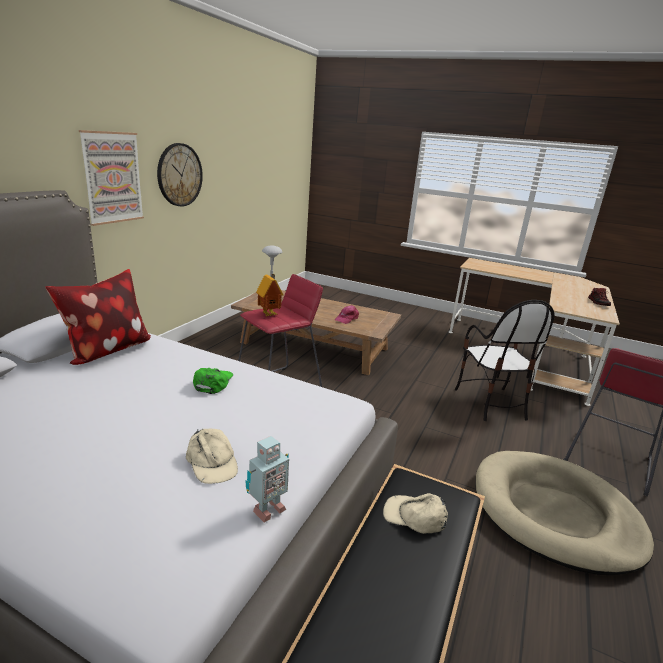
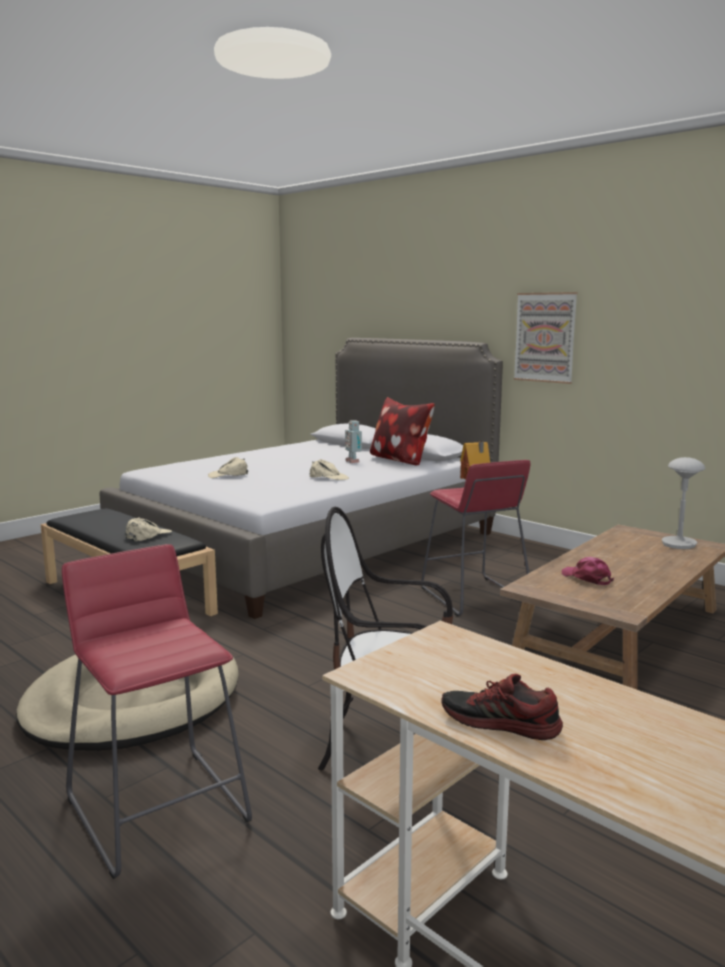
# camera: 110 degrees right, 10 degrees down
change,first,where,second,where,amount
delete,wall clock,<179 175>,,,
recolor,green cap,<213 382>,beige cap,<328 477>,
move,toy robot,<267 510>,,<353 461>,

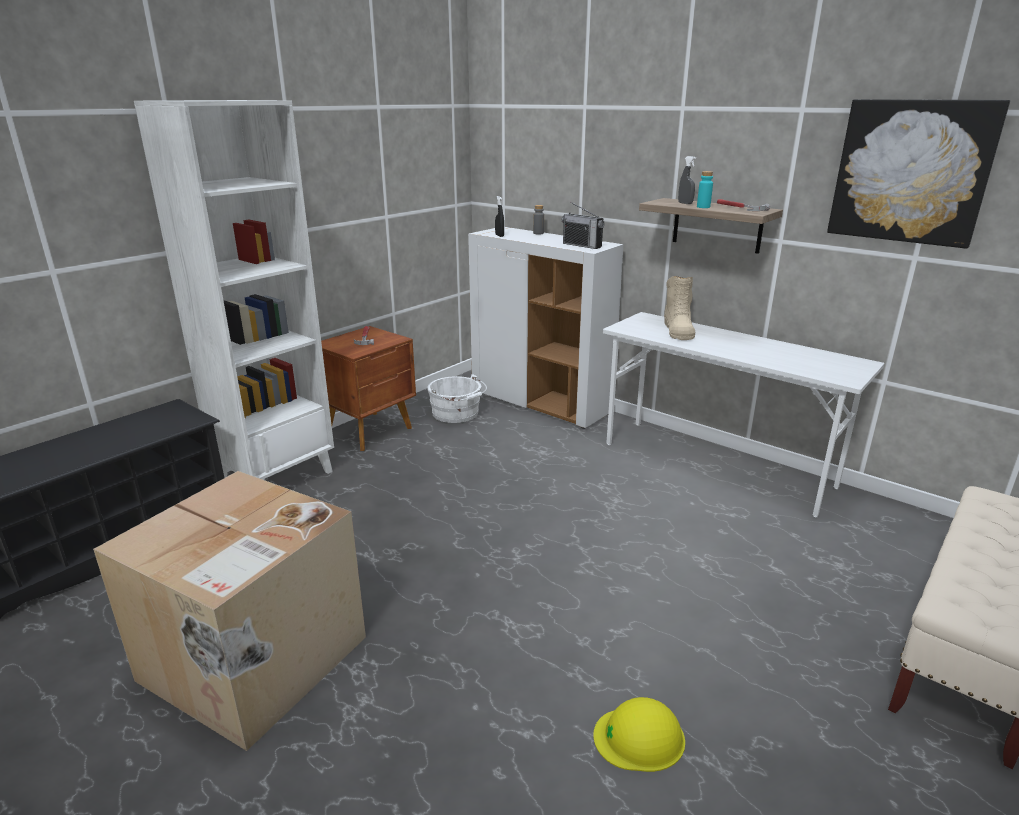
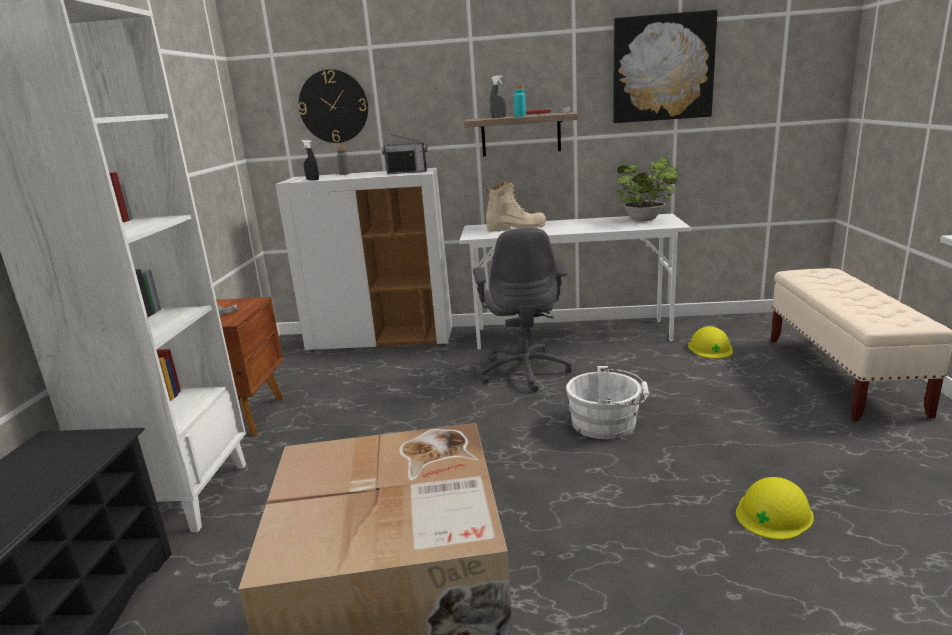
# camera: 35 degrees left, 5 degrees down
change,first,where,second,where,amount
rotate,beige boot,<678 330>,,<516 228>,60 degrees counterclockwise
move,white bucket,<457 414>,,<607 423>,
insert,,,wall clock,<333 106>,
insert,,,potted plant,<645 220>,
insert,,,grey office chair,<524 371>,
insert,,,yellow hard hat,<710 348>,

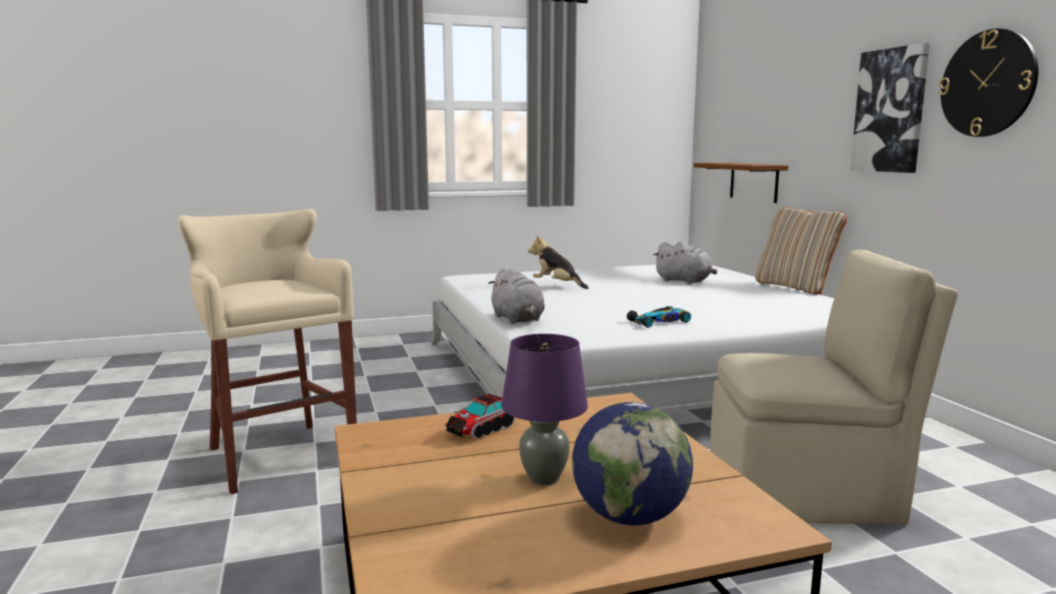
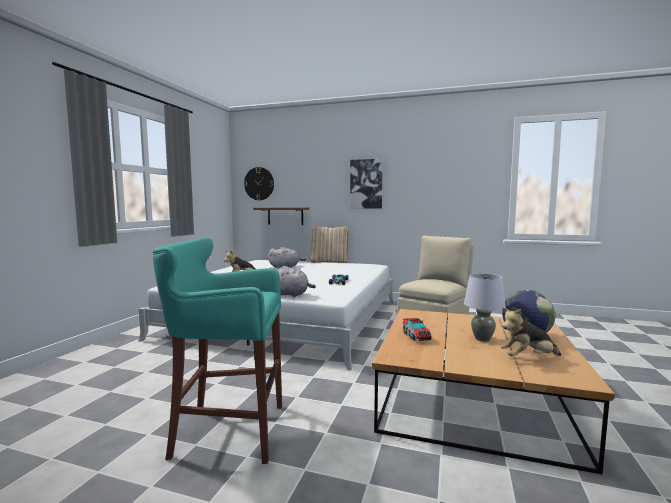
# camera: 55 degrees left, 5 degrees down
change,first,where,second,where,amount
move,wall clock,<988 83>,,<259 183>,
recolor,beige stool,<278 454>,turquoise stool,<226 431>,
recolor,purple table lamp,<543 478>,grey table lamp,<482 339>,
insert,,,plush toy,<528 358>,

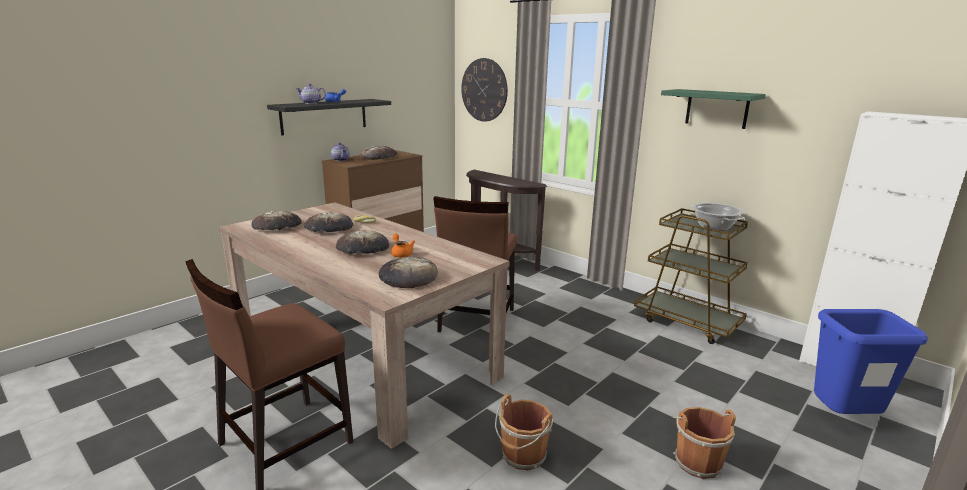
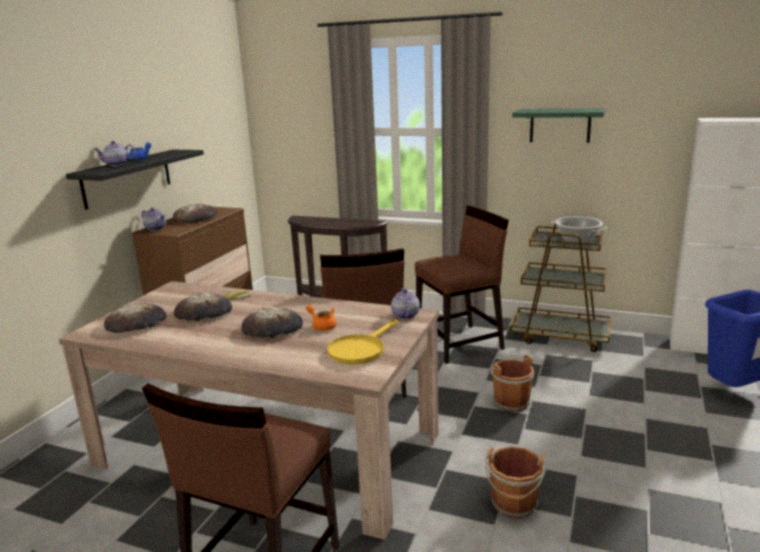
# camera: 20 degrees left, 0 degrees up
change,first,where,second,where,amount
delete,wall clock,<484 90>,,,
replace,bread,<408 277>,yellow frying pan,<360 349>,
move,brown bucket,<696 461>,,<510 401>,
insert,,,brown chair,<460 343>,
insert,,,teapot,<405 315>,

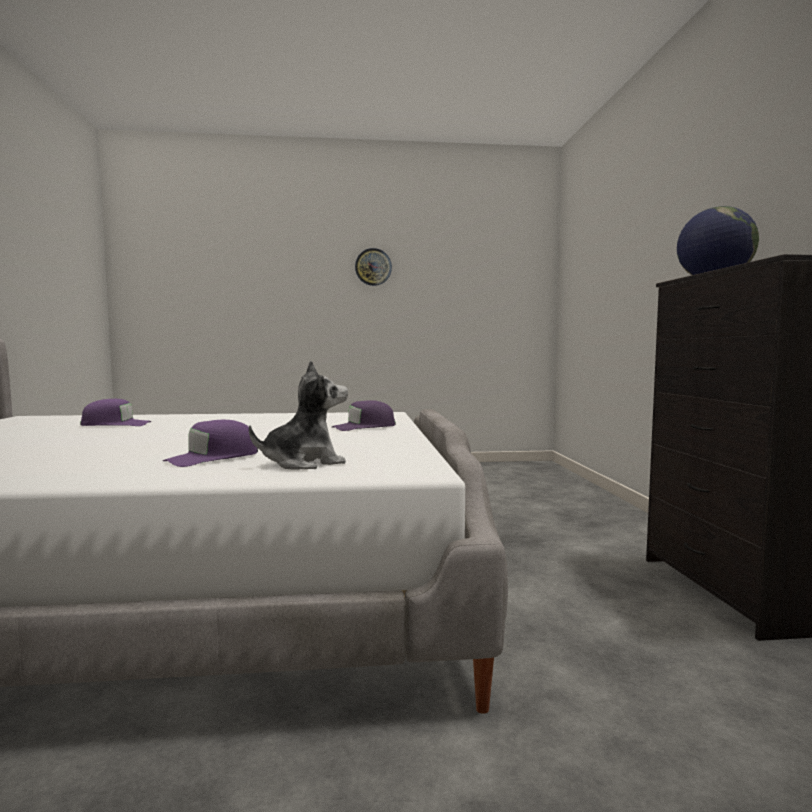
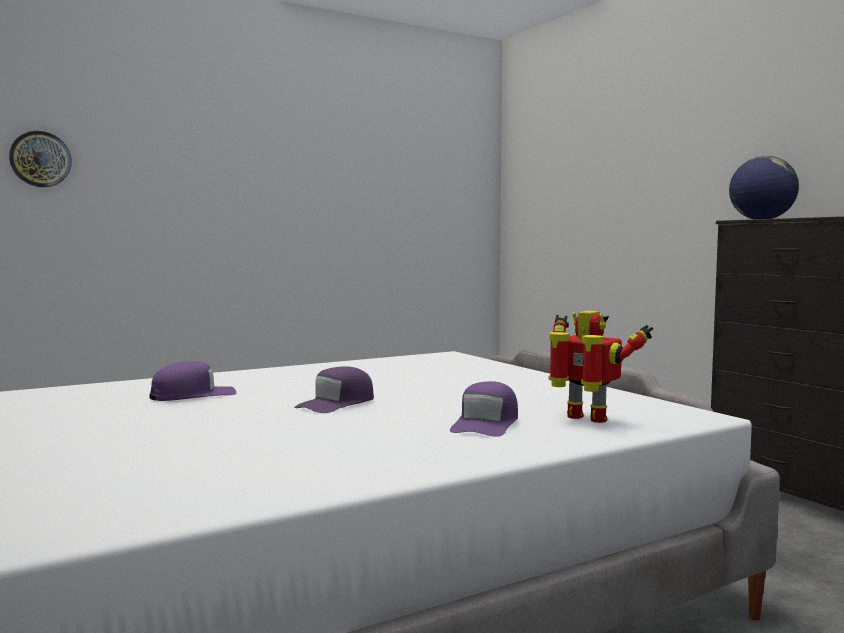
# camera: 25 degrees left, 0 degrees up
change,first,where,second,where,amount
move,wall clock,<373 267>,,<40 159>,
replace,plush toy,<304 463>,toy robot,<587 419>,
move,purple cap,<364 427>,,<337 403>,

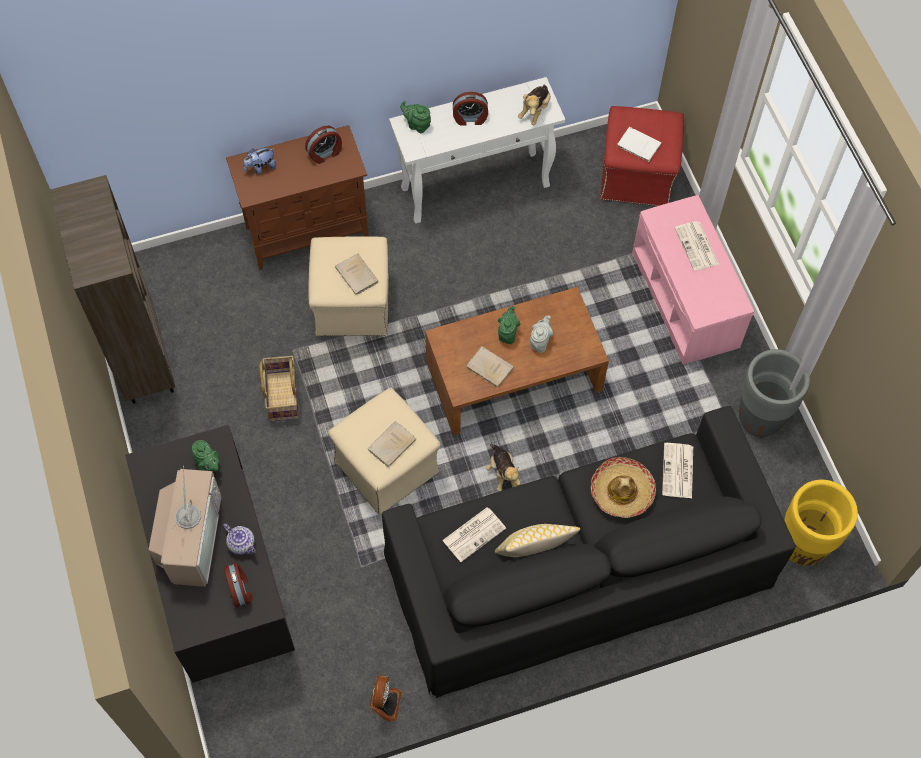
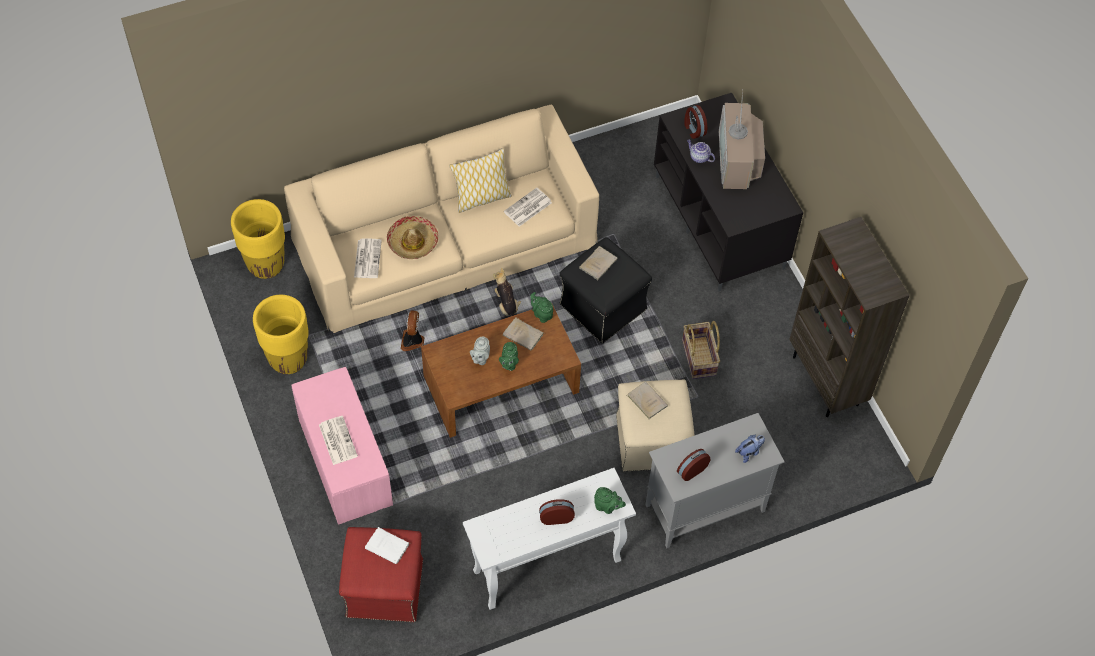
# camera: 175 degrees right, 5 degrees down
change,first,where,second,where,amount
delete,plush toy,<535 110>,,,
recolor,brown cabinet,<308 232>,grey cabinet,<704 508>,
recolor,grey planter,<760 419>,yellow planter,<288 359>,
recolor,beige ottoman,<387 467>,black ottoman,<602 306>,
recolor,black sofa,<578 568>,beige sofa,<444 241>,
move,green teapot,<208 464>,,<542 314>,
move,fan,<384 703>,,<413 341>,

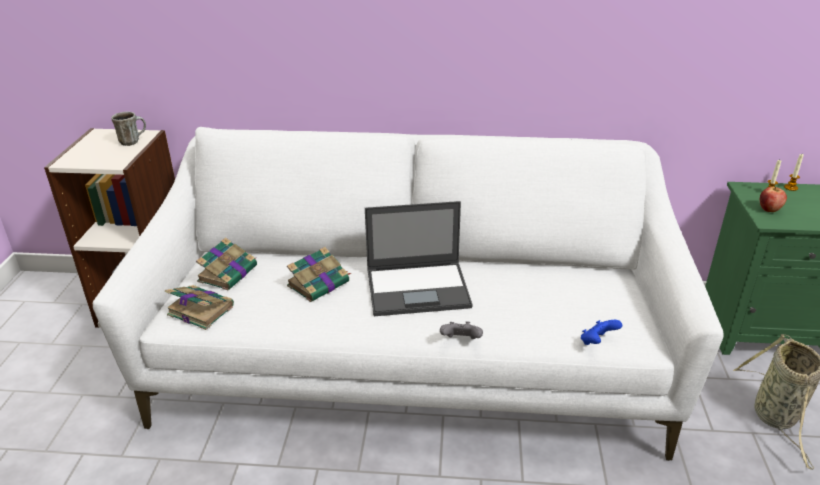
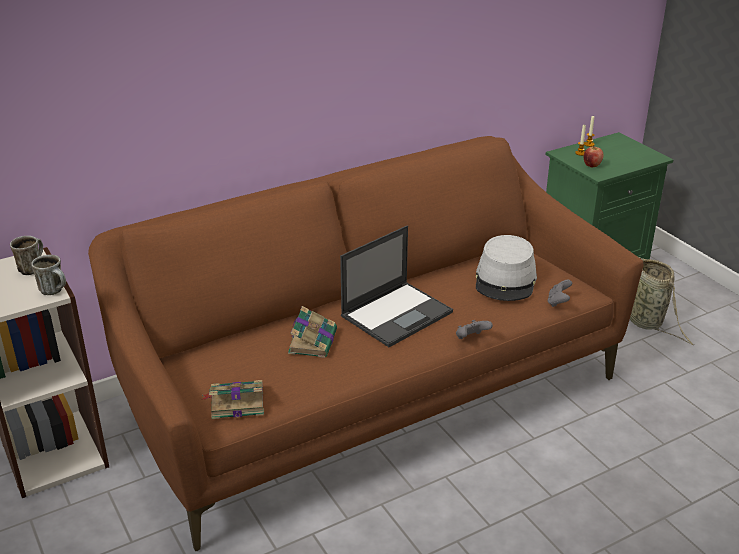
# camera: 35 degrees left, 0 degrees up
change,first,where,second,where,amount
recolor,white sofa,<411 361>,brown sofa,<370 393>,
delete,book,<228 273>,,,
recolor,blue game controller,<597 342>,grey game controller,<558 302>,
insert,,,grey hat,<506 280>,
insert,,,mug,<55 291>,

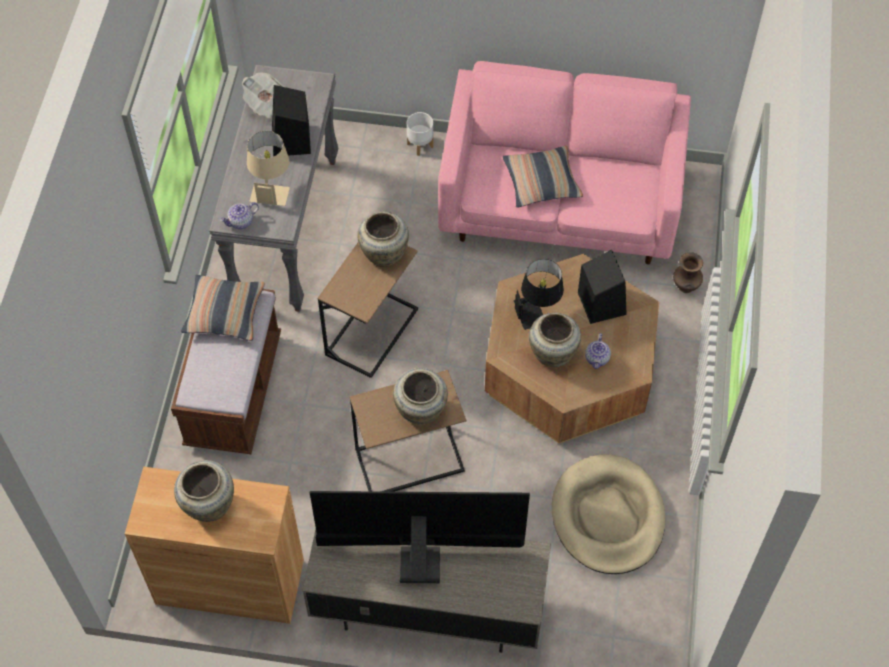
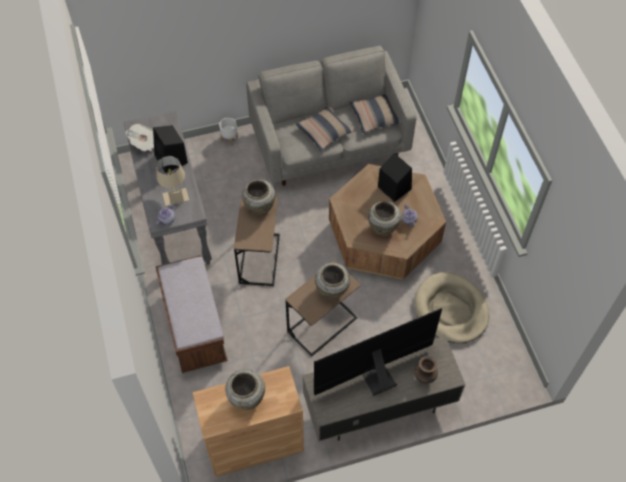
# camera: 25 degrees left, 0 degrees up
change,first,where,second,where,amount
recolor,pink sofa,<560 207>,grey sofa,<330 144>,
move,brown vase,<685 287>,,<424 378>,
delete,black table lamp,<537 310>,,,
move,pillow,<225 313>,,<375 116>,

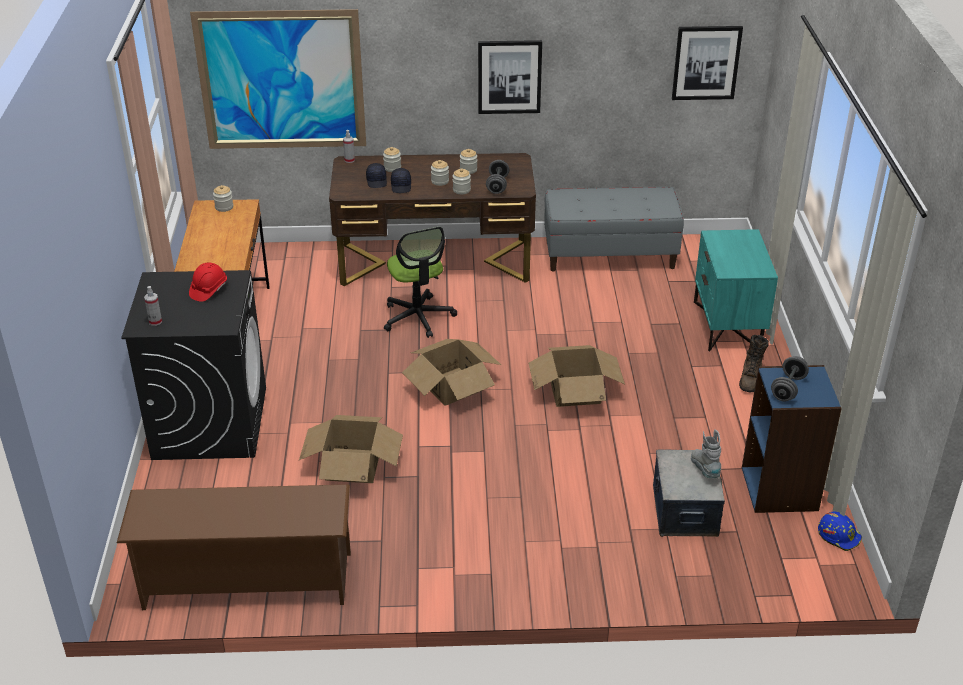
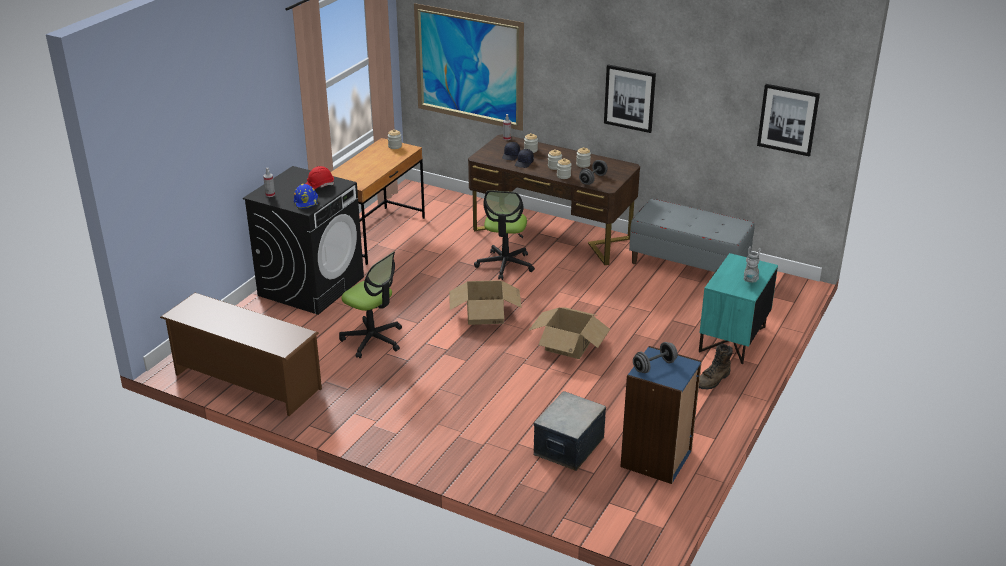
# camera: 30 degrees right, 5 degrees down
change,first,where,second,where,amount
replace,cardboard box,<352 465>,office chair,<373 340>,
move,grey boot,<705 469>,,<750 279>,
move,blue hard hat,<839 535>,,<306 202>,

